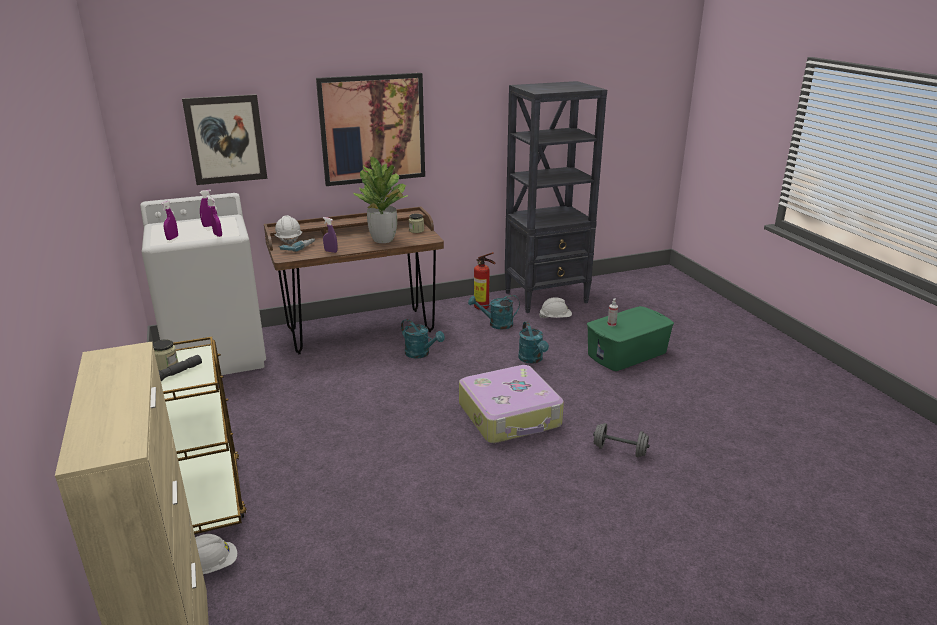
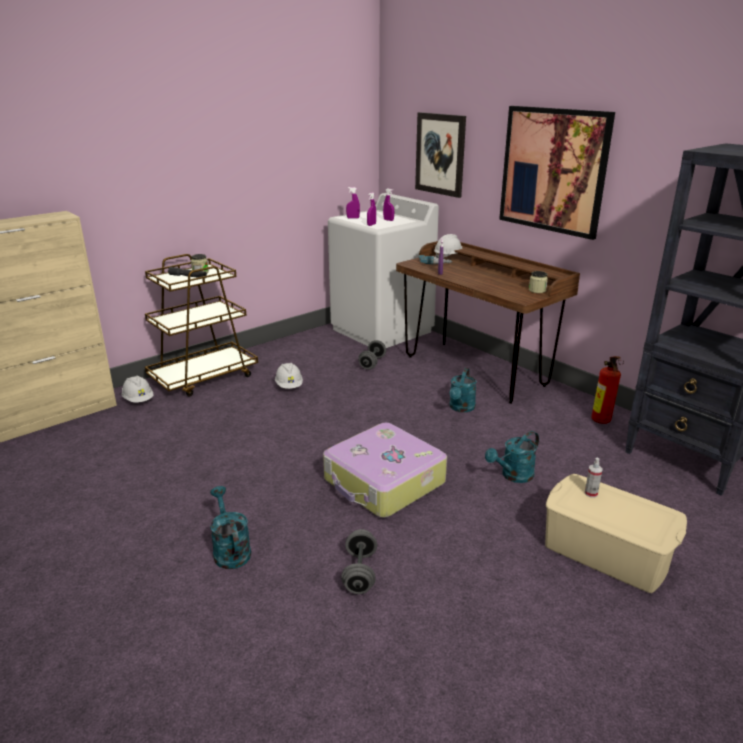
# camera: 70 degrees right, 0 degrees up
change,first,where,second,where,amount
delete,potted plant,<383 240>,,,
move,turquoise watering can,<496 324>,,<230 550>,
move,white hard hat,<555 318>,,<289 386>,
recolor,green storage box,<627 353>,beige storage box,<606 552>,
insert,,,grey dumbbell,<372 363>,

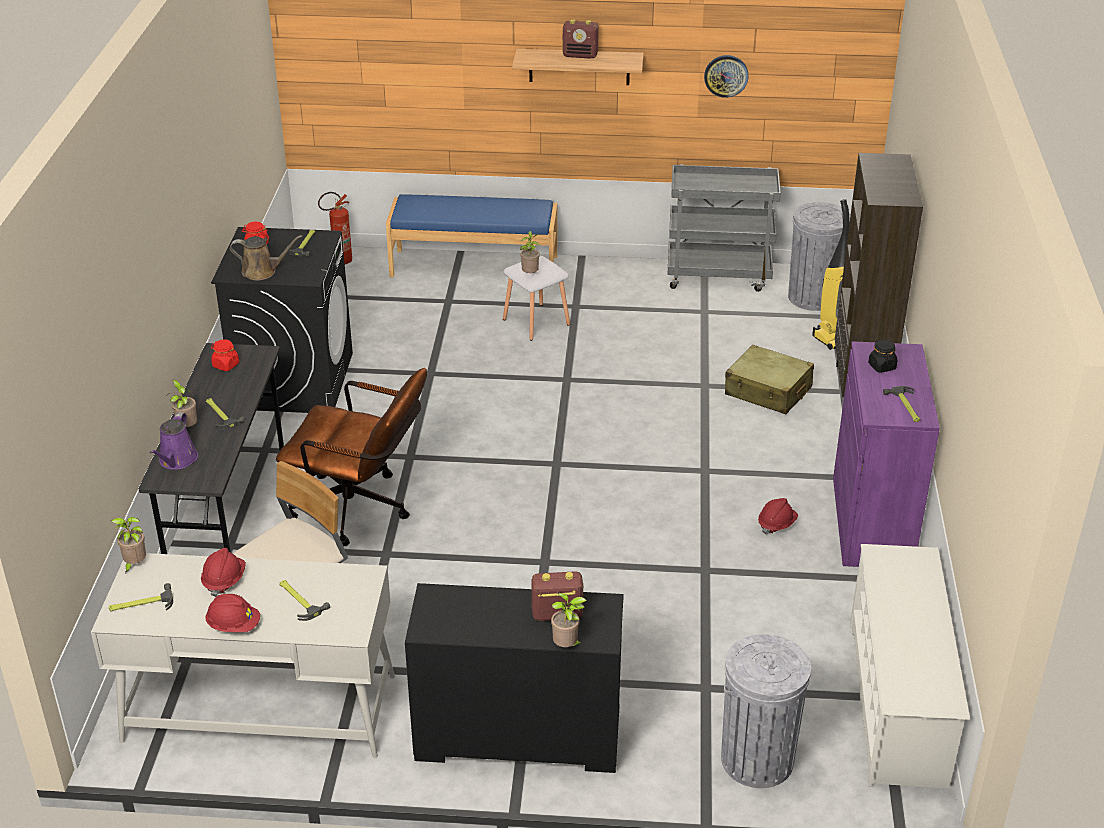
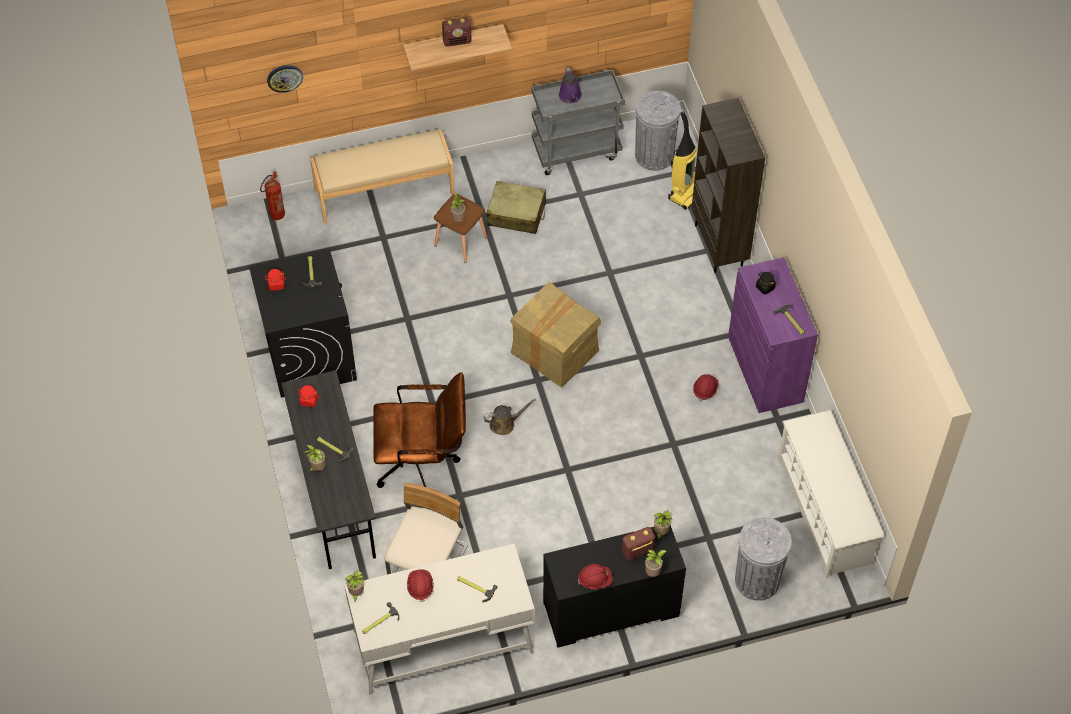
# camera: 20 degrees left, 20 degrees up
change,first,where,second,where,amount
move,wall clock,<726 75>,,<284 78>,
recolor,blue bench,<474 265>,beige bench,<384 191>,
move,brown watering can,<262 272>,,<505 424>,
recolor,white stool,<537 322>,brown stool,<461 241>,
move,beige suitcase,<768 391>,,<516 214>,
move,purple watering can,<177 461>,,<570 96>,
move,red hard hat,<234 625>,,<595 580>,
insert,,,cardboard box,<555 353>,
insert,,,potted plant,<660 532>,

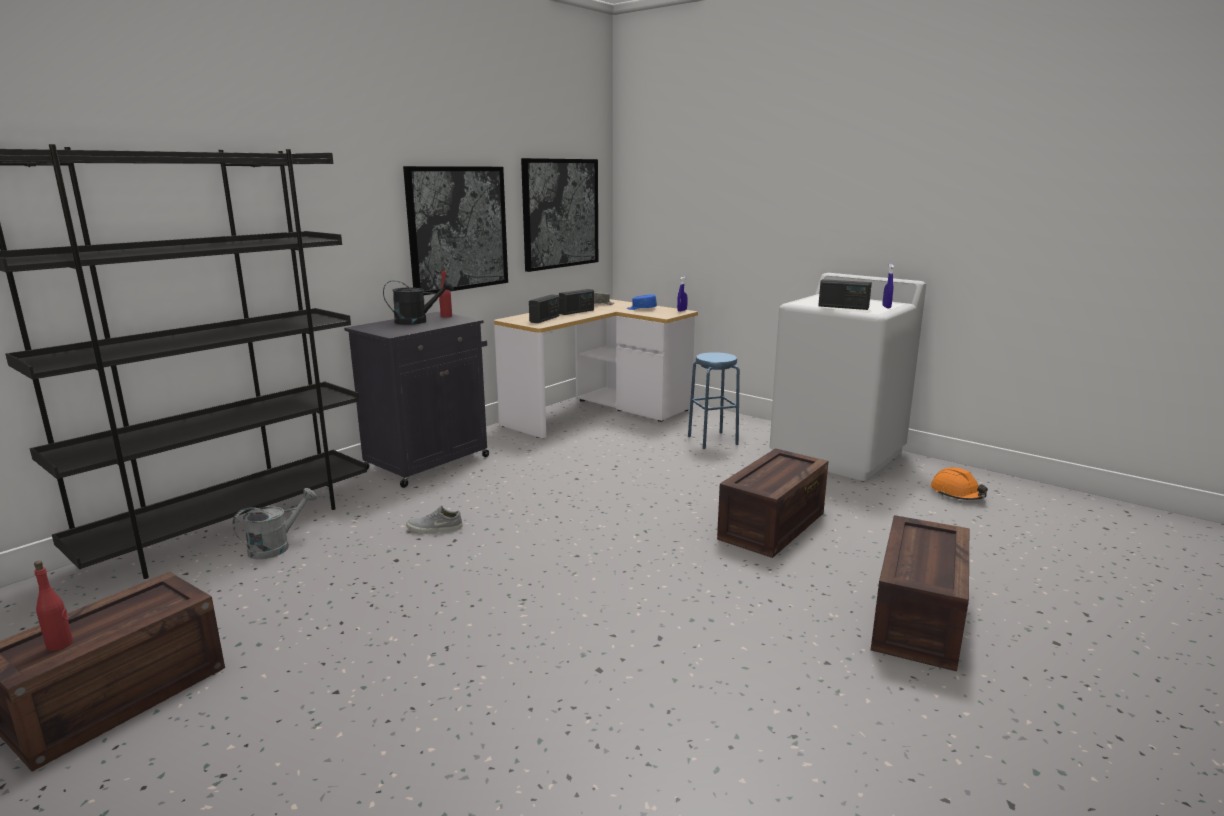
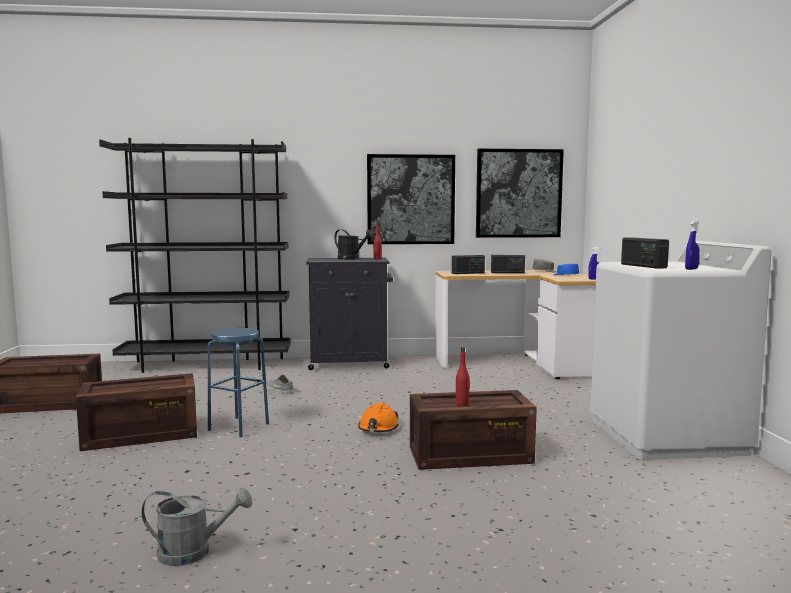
# camera: 45 degrees right, 10 degrees down
change,first,where,second,where,amount
move,blue stool,<712 440>,,<238 427>,
move,orange hard hat,<957 494>,,<378 428>,
move,grey watering can,<276 546>,,<194 552>,
move,crate,<920 620>,,<139 435>,
move,red bottle,<60 644>,,<462 404>,

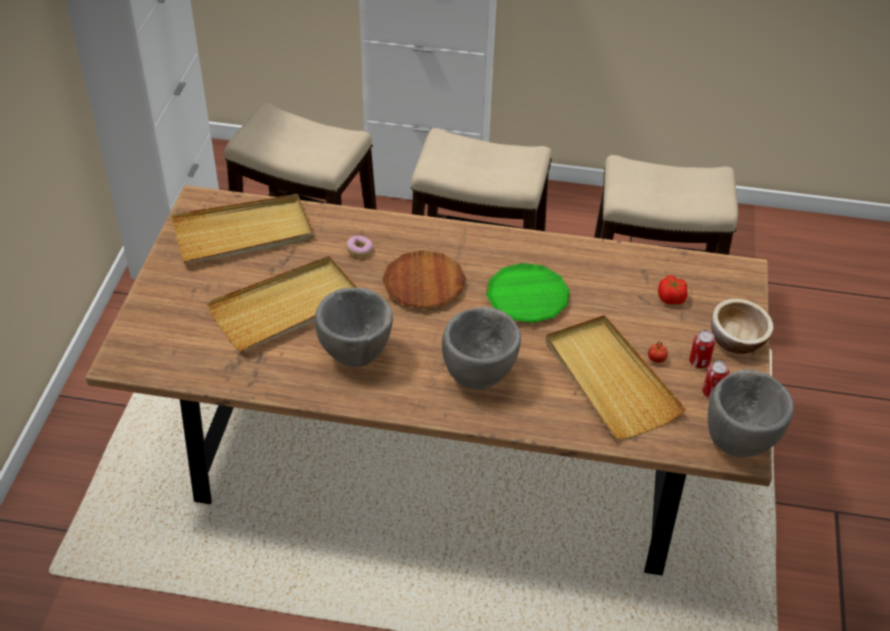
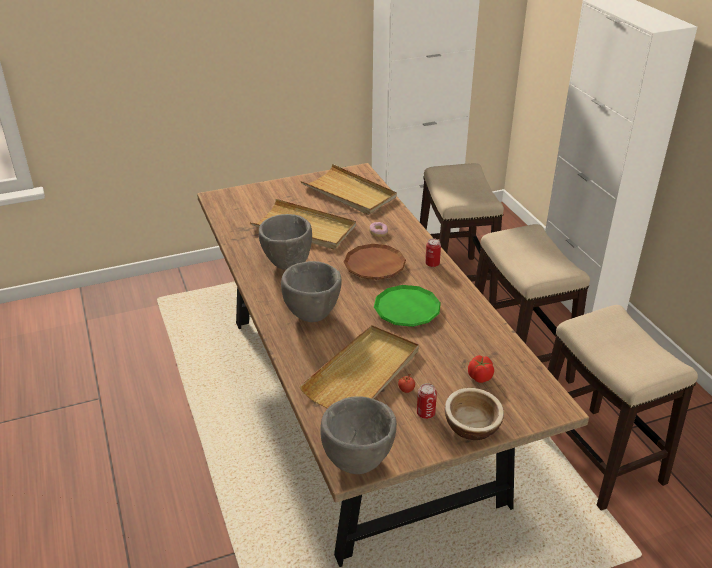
# camera: 60 degrees right, 10 degrees down
change,first,where,second,where,amount
move,can,<712 392>,,<432 264>,

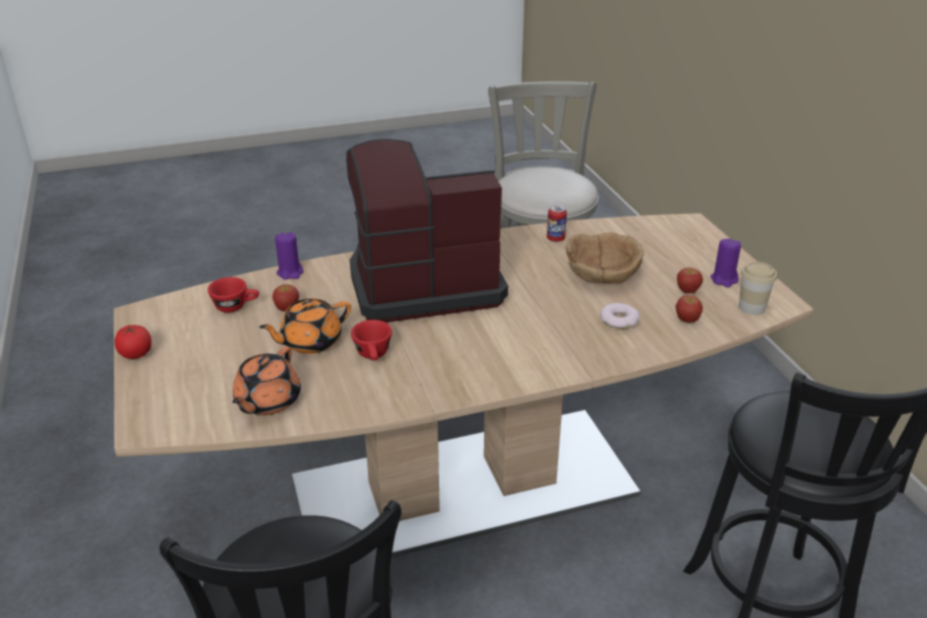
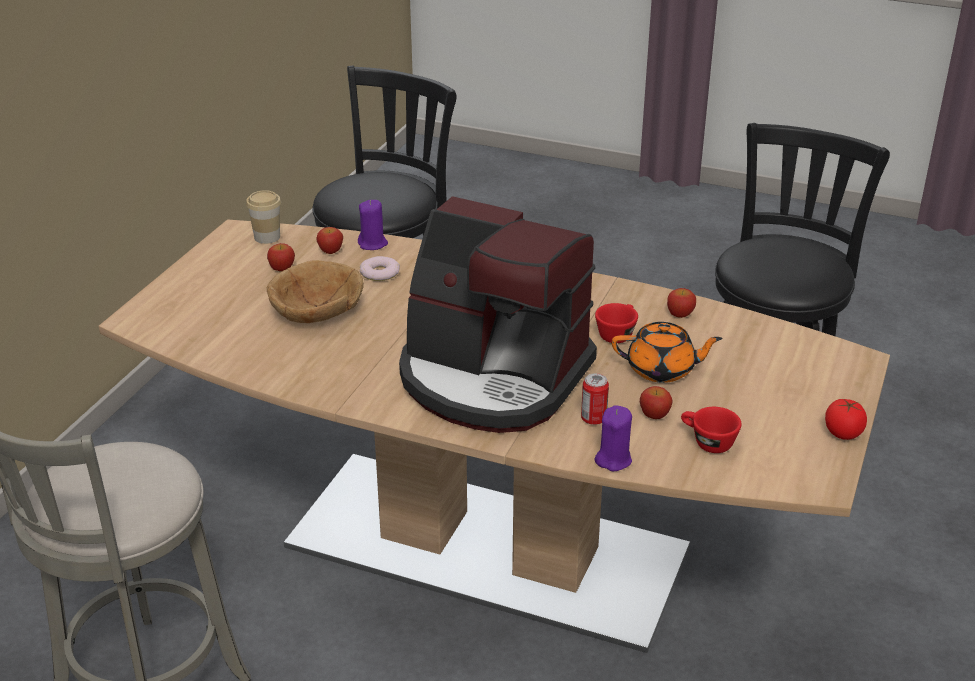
# camera: 140 degrees left, 0 degrees up
change,first,where,second,where,amount
move,can,<555 239>,,<593 419>,
move,purple candle,<724 279>,,<373 244>,
delete,orange teapot,<267 401>,,,
insert,,,apple,<680 314>,

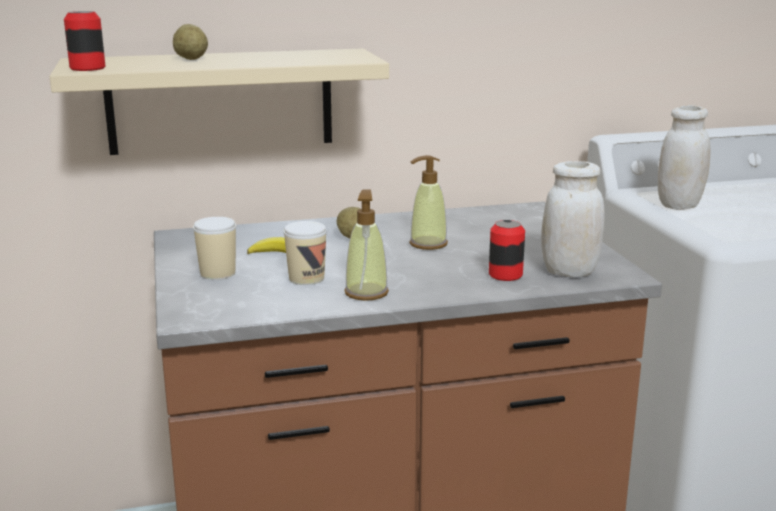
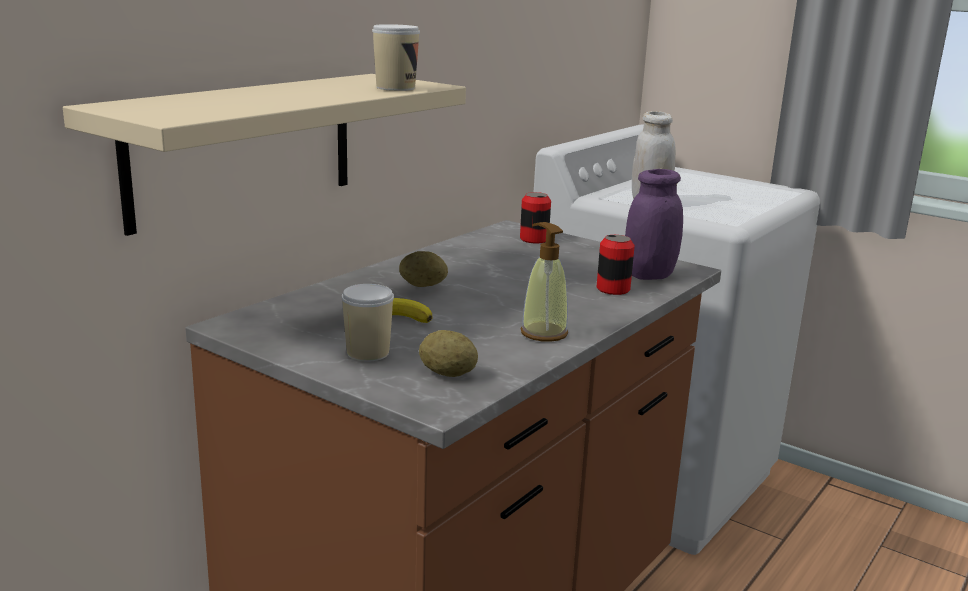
# camera: 40 degrees left, 0 degrees up
change,first,where,second,where,amount
move,can,<87 68>,,<534 239>,
move,potato,<191 59>,,<447 373>,
delete,soap dispenser,<428 244>,,,
recolor,white jar,<569 272>,purple jar,<649 275>,
move,cup,<306 278>,,<395 88>,

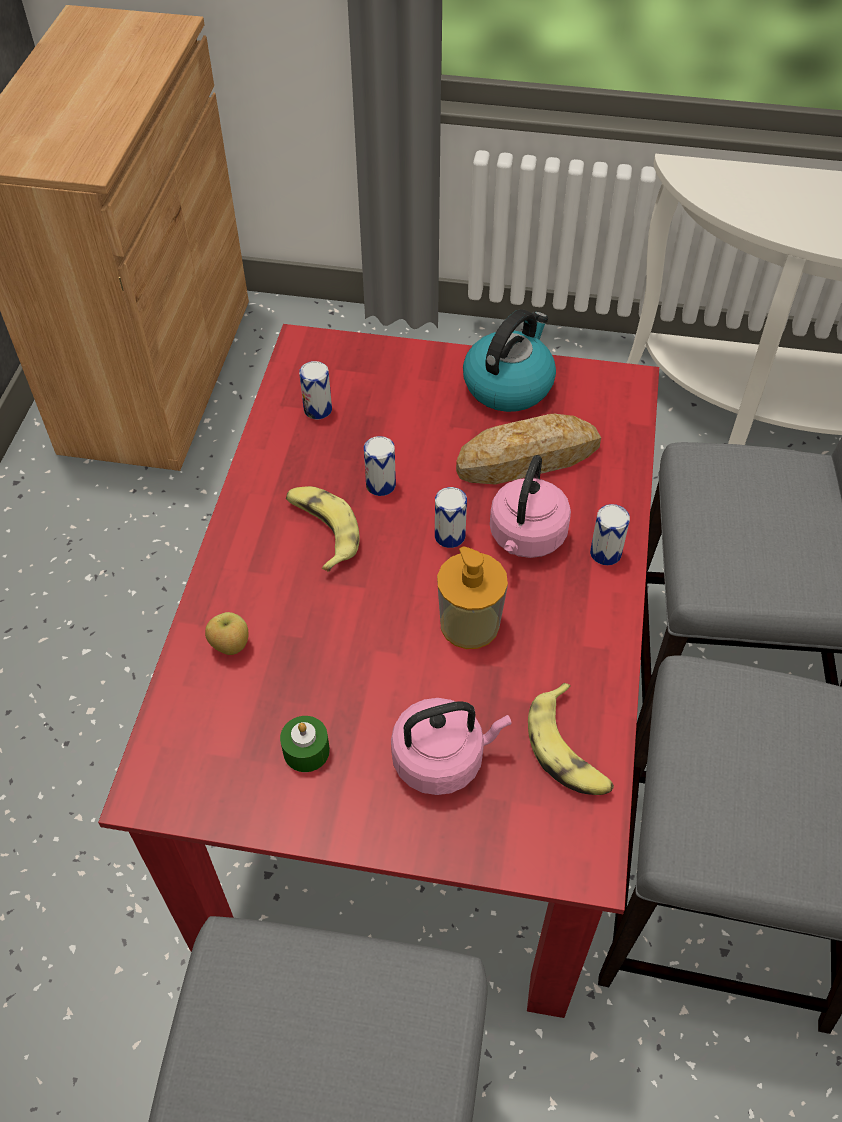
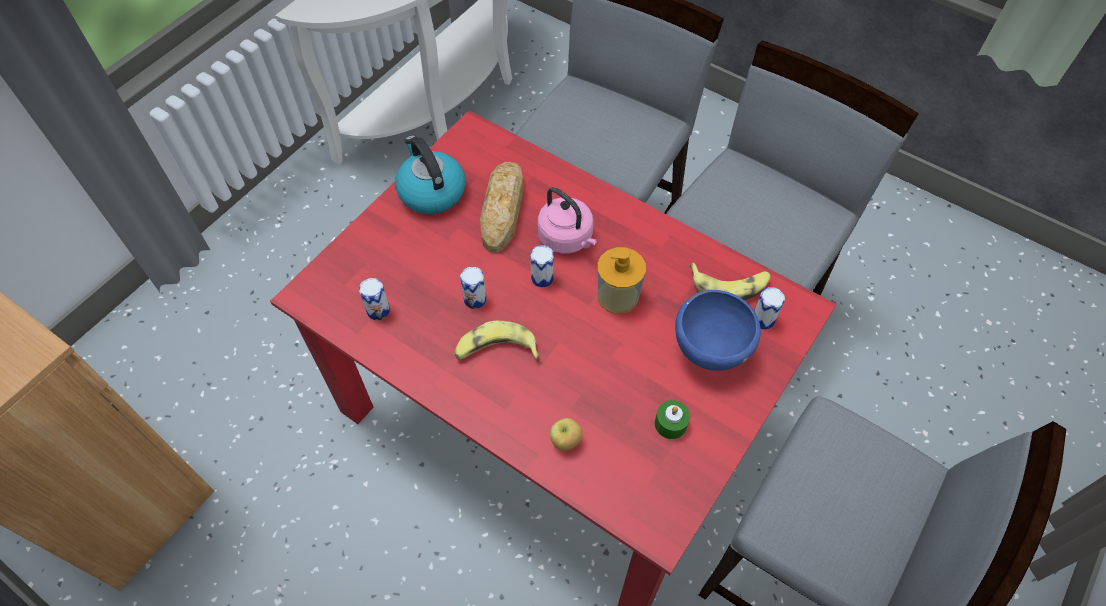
# camera: 65 degrees left, 5 degrees up
change,first,where,second,where,amount
move,can,<605 553>,,<763 320>,
replace,pink kettle,<443 759>,blue bowl,<709 350>,

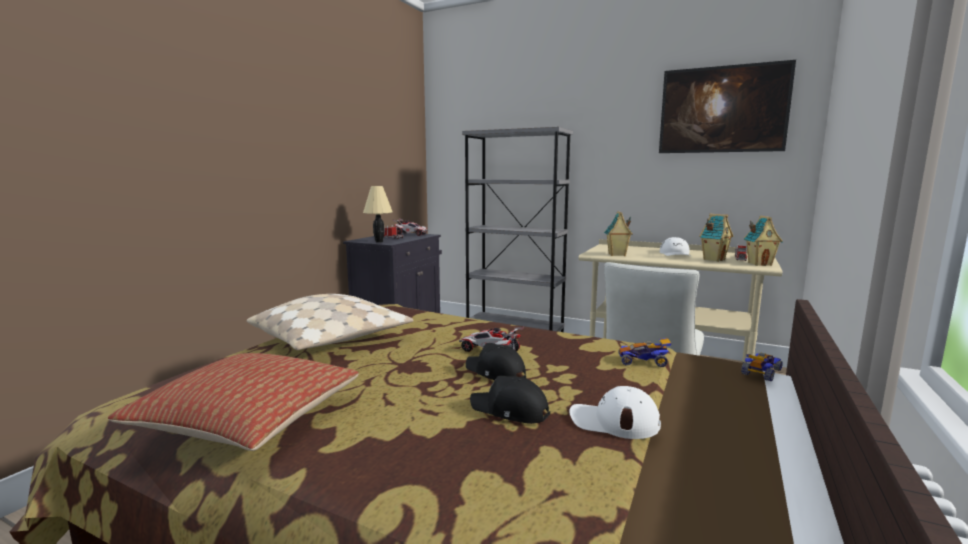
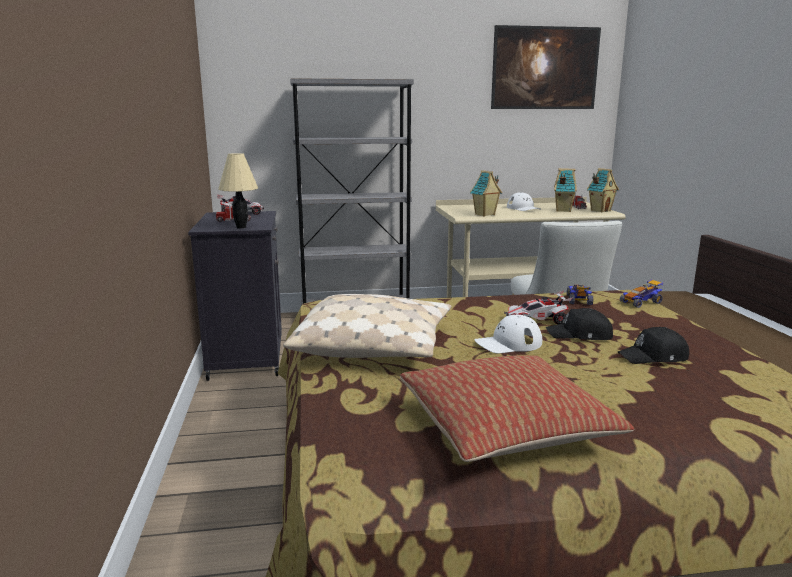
# camera: 35 degrees left, 5 degrees up
change,first,where,second,where,amount
move,toy car,<761 373>,,<579 300>,
move,white cap,<613 421>,,<508 343>,

